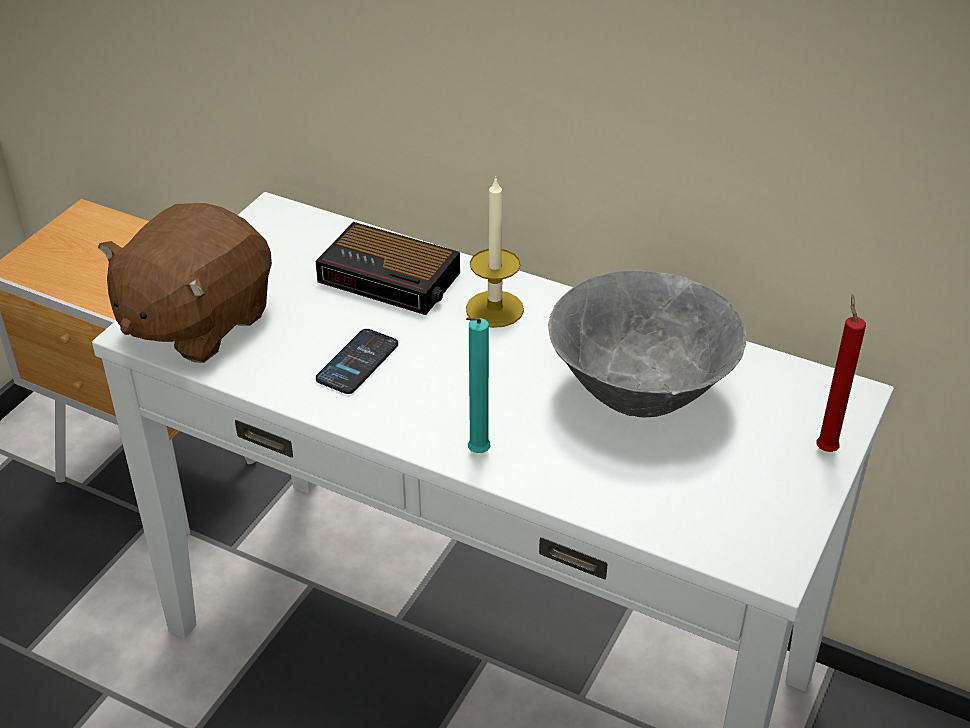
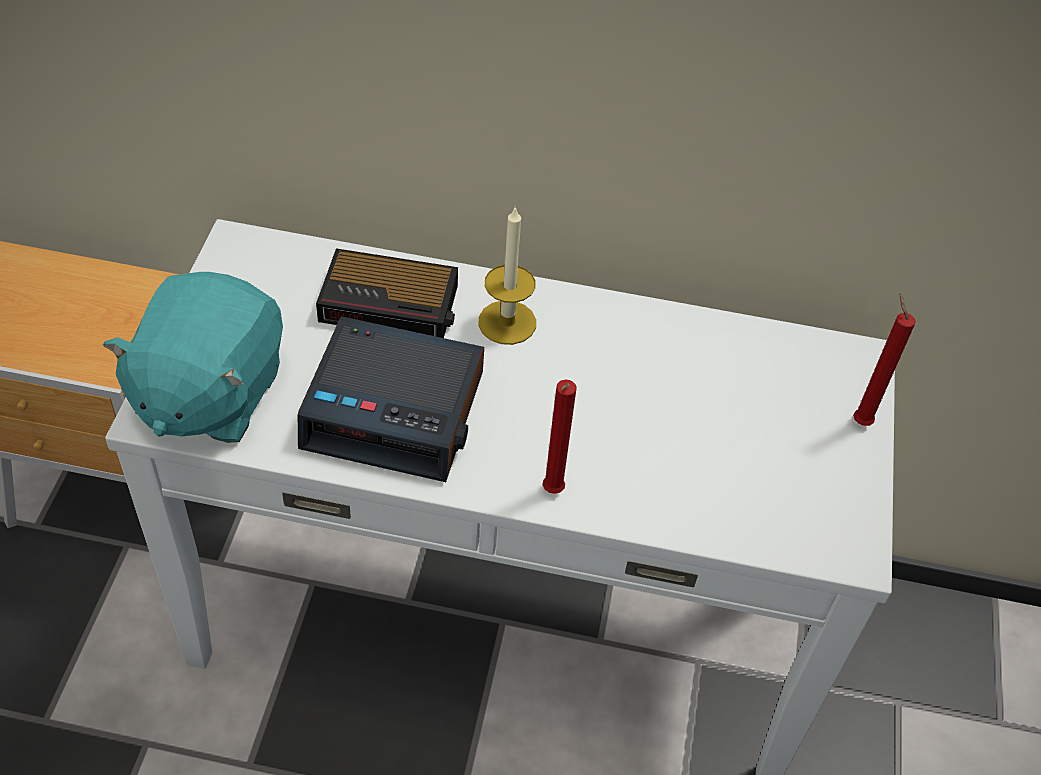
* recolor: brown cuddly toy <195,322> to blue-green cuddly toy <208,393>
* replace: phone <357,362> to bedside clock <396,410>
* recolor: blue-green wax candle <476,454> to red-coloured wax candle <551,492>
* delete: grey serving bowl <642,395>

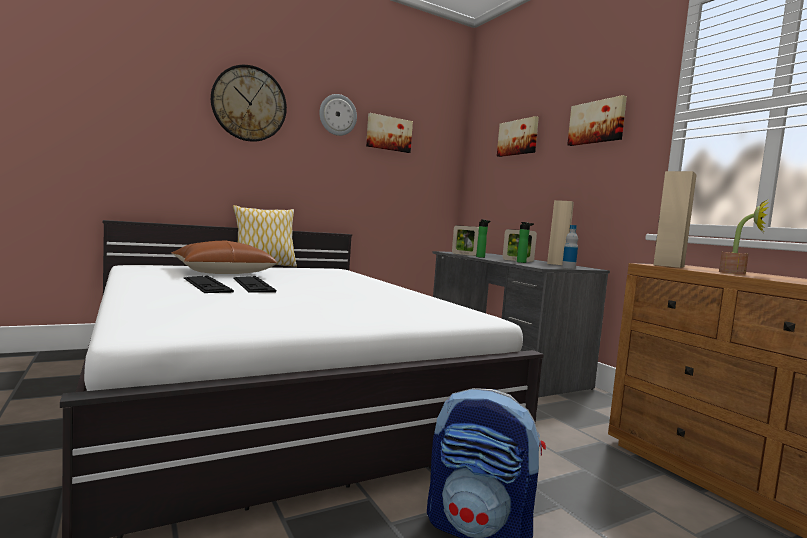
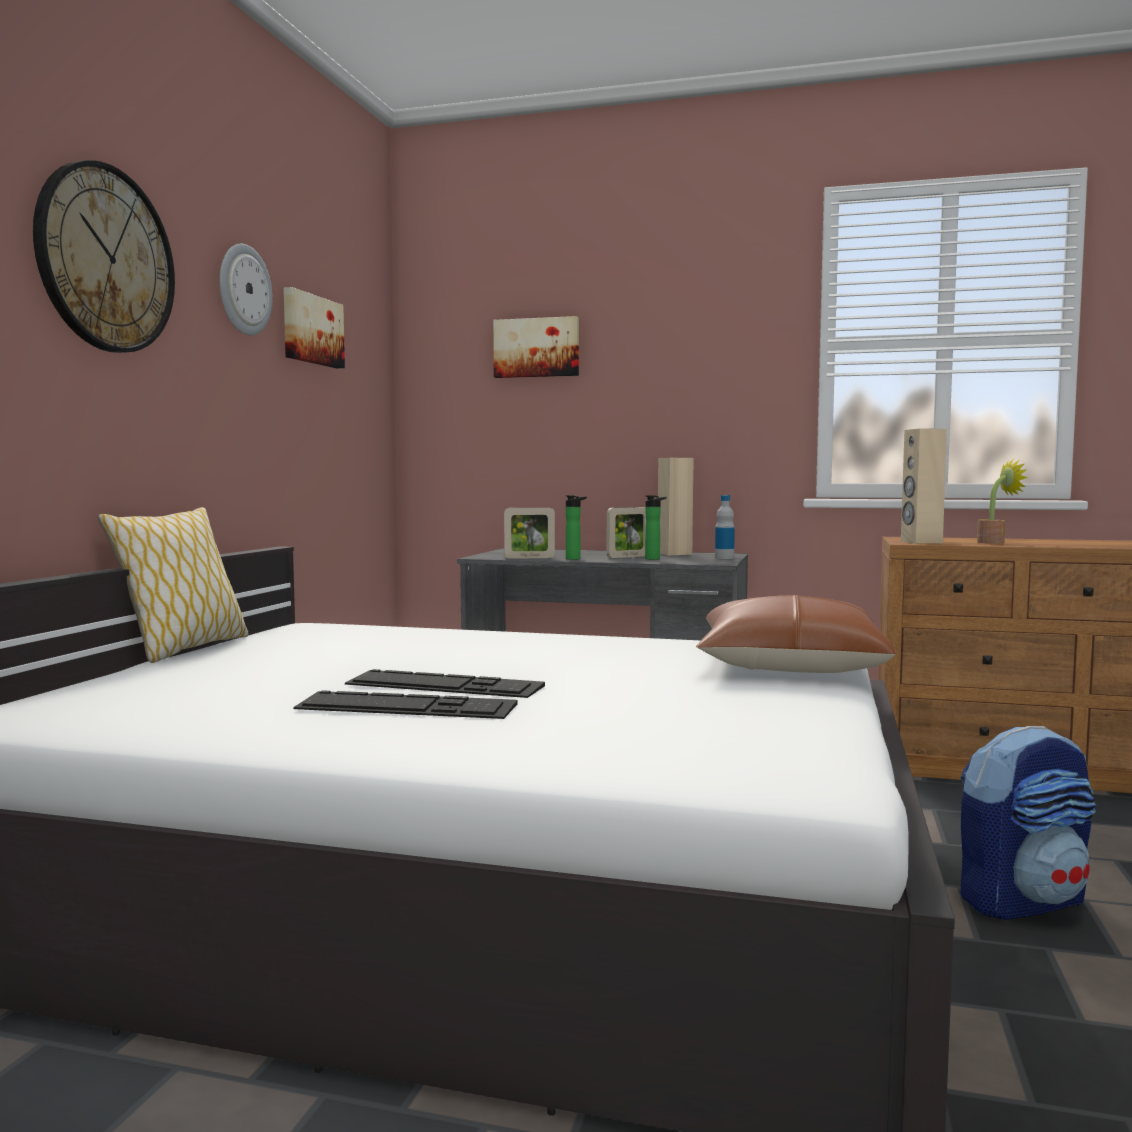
* move: brown cushion <222,272> to <789,665>
* delete: wall art <597,122>

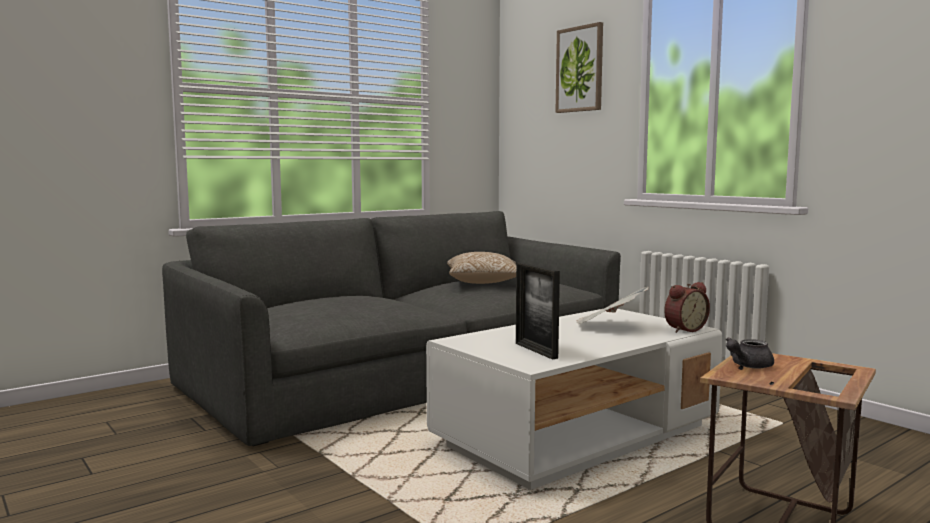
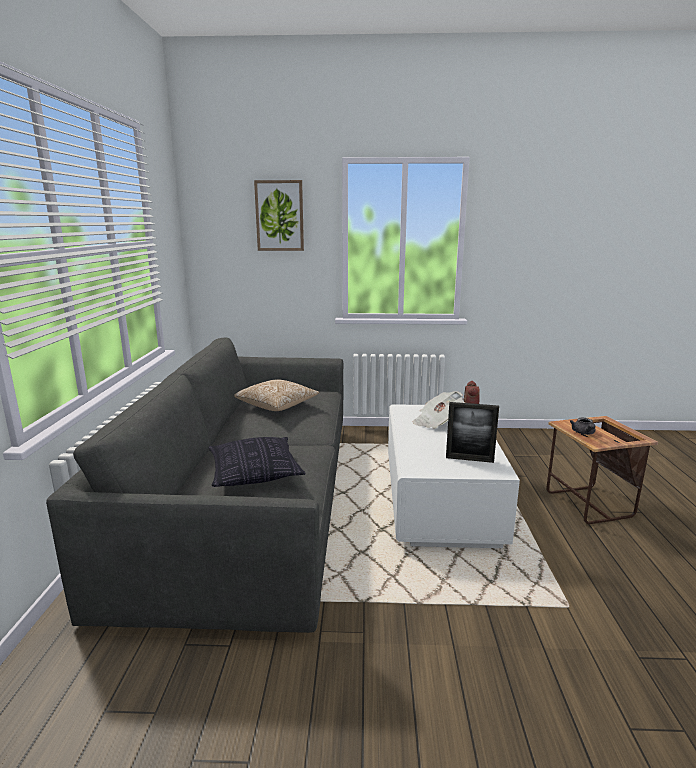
* insert: cushion <254,474>

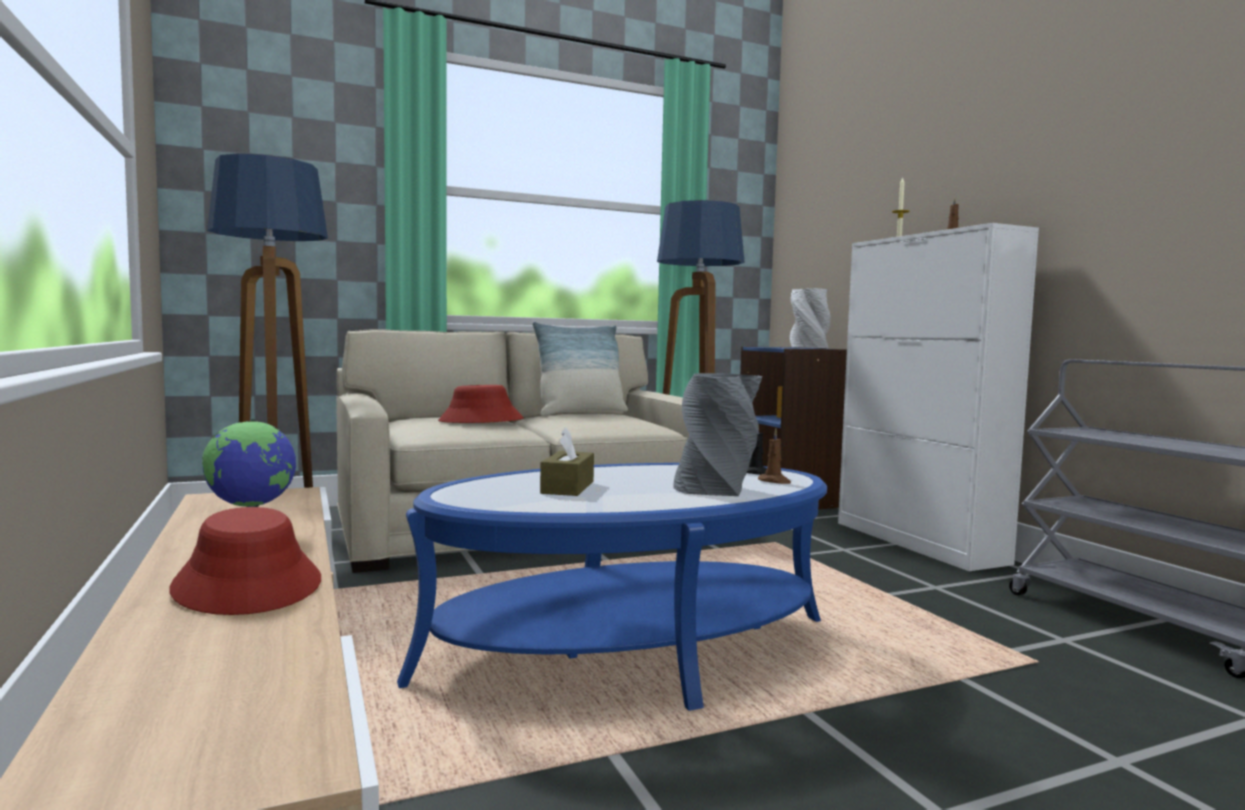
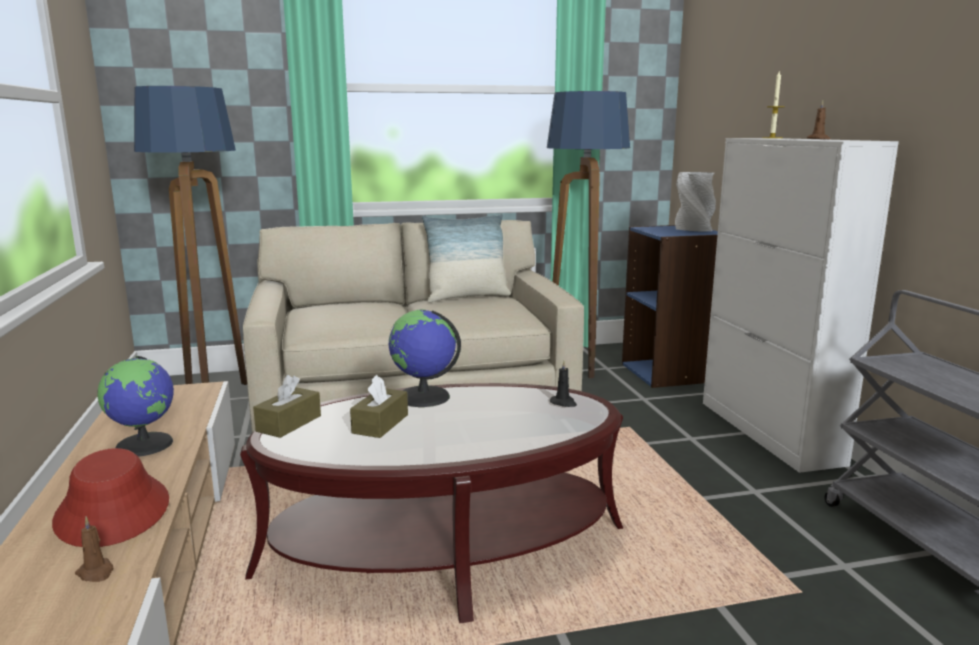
* recolor: blue-coloured coffee table <631,649> to brown coffee table <444,550>
* delete: red-coloured hat <480,421>
* delete: grey flower vase <716,489>
* move: brown wax candle <775,481> to <96,572>
* insert: brown tissue box <289,423>
* insert: world globe <423,397>

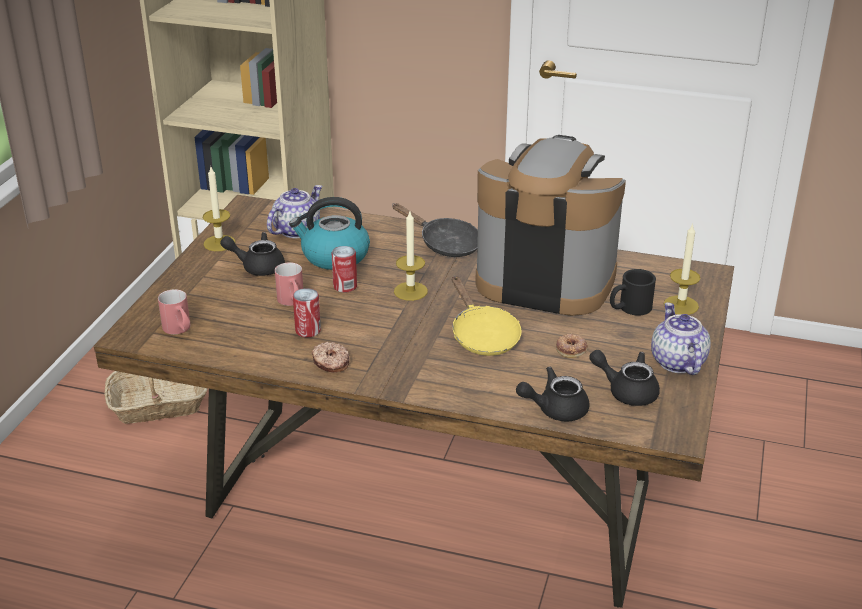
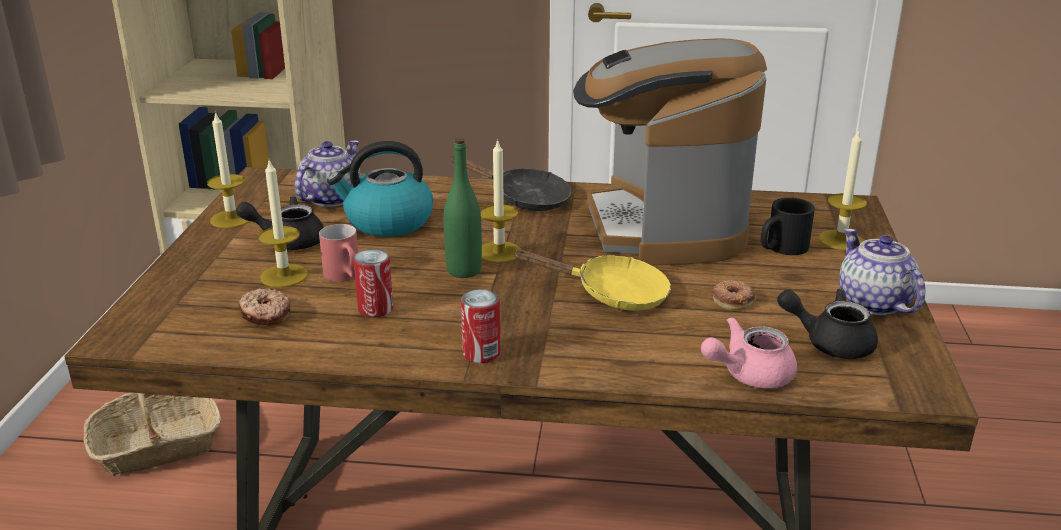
* delete: red-coloured tea mug <179,330>
* move: ring doughnut <330,363> to <265,315>
* move: can <345,286> to <481,353>
* rotate: yellow-coloured skillet <482,335> = <612,294> 45 degrees counterclockwise
* rotate: coffee brewer <544,280> = <663,227> 105 degrees counterclockwise
* recolor: black-coloured pot for tea <555,409> to pinkish pot for tea <748,375>
* insert: wax candle <284,276>
* insert: greenish beverage bottle <464,270>

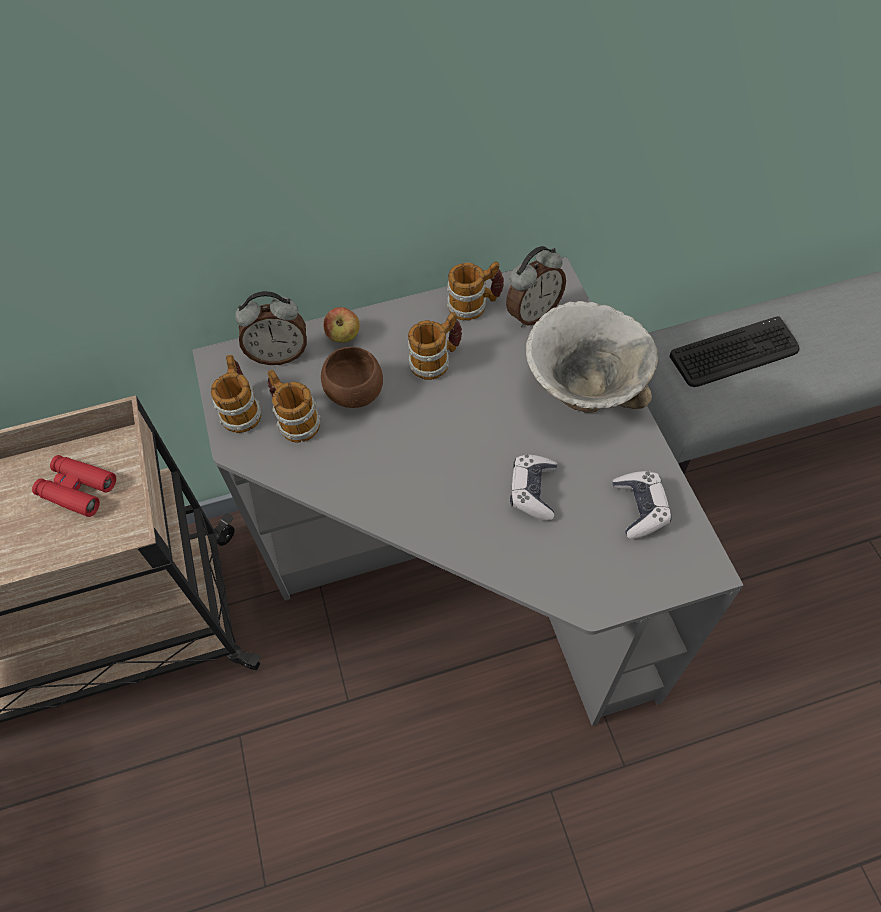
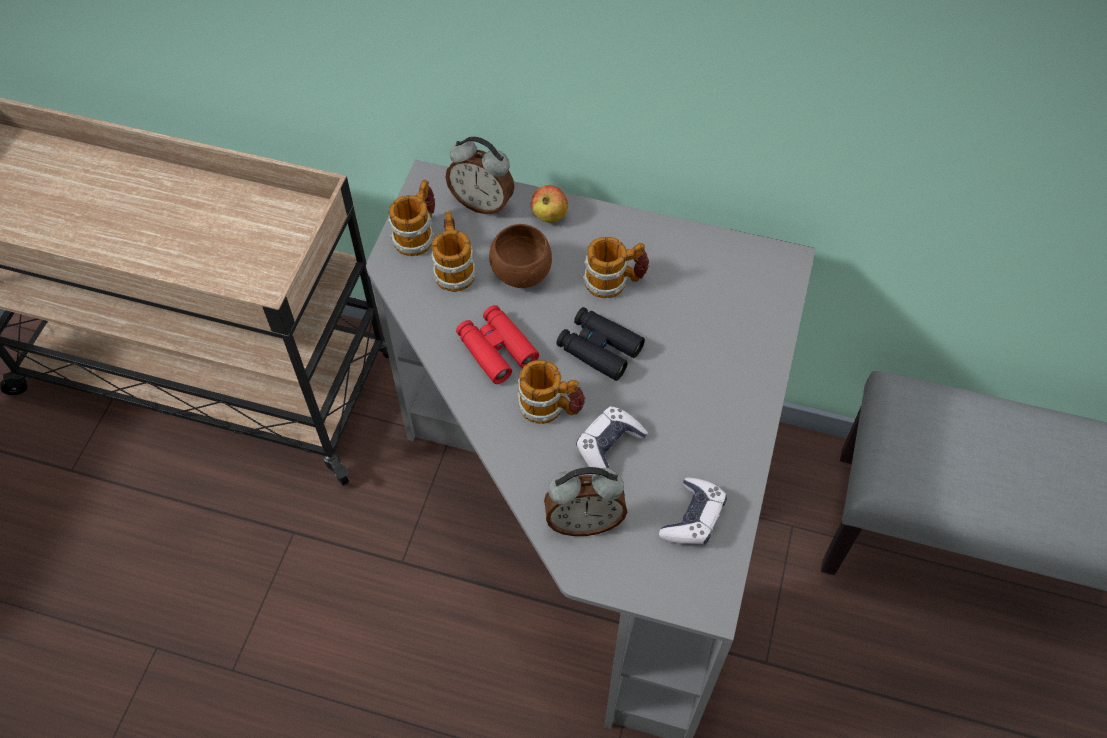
* move: red-coloured pair of binoculars <77,489> to <496,349>
* move: tea mug <475,305> to <550,408>
* move: bedside clock <532,313> to <584,521>
* delete: serving bowl <585,391>
* delete: computer keyboard <734,353>
* insert: black-coloured pair of binoculars <599,348>

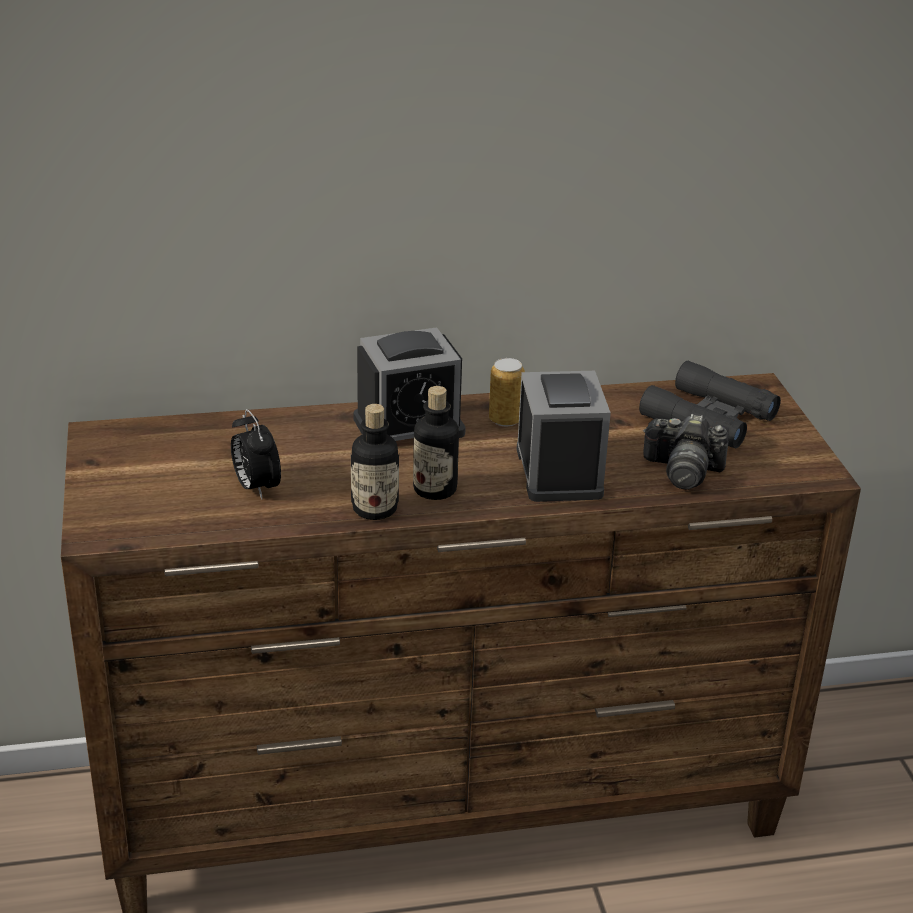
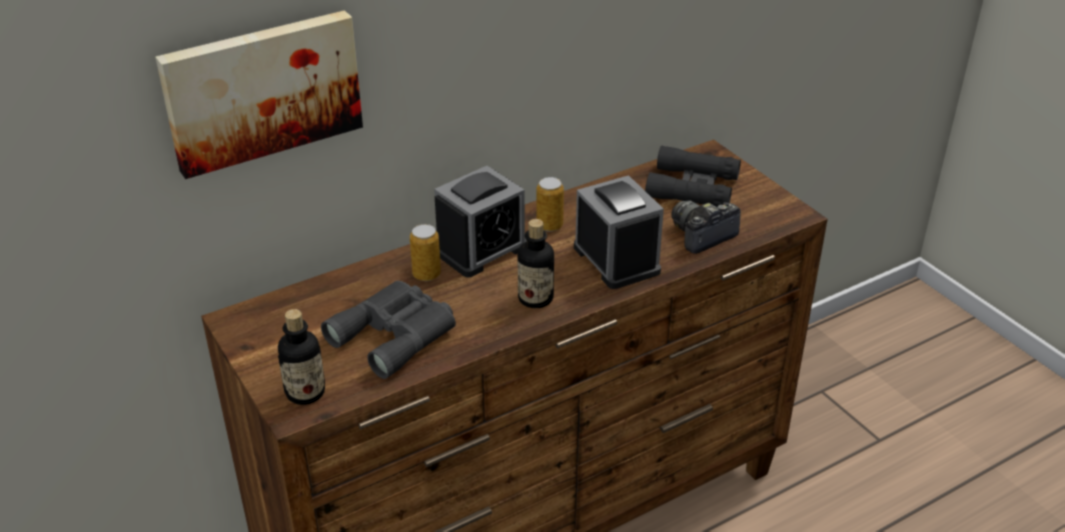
* replace: bedside clock <256,487> to grey pair of binoculars <397,334>
* move: beverage bottle <374,509> to <305,392>
* rotate: still camera <683,471> = <702,236> 150 degrees clockwise
* insert: wall art <262,90>
* insert: can <426,274>

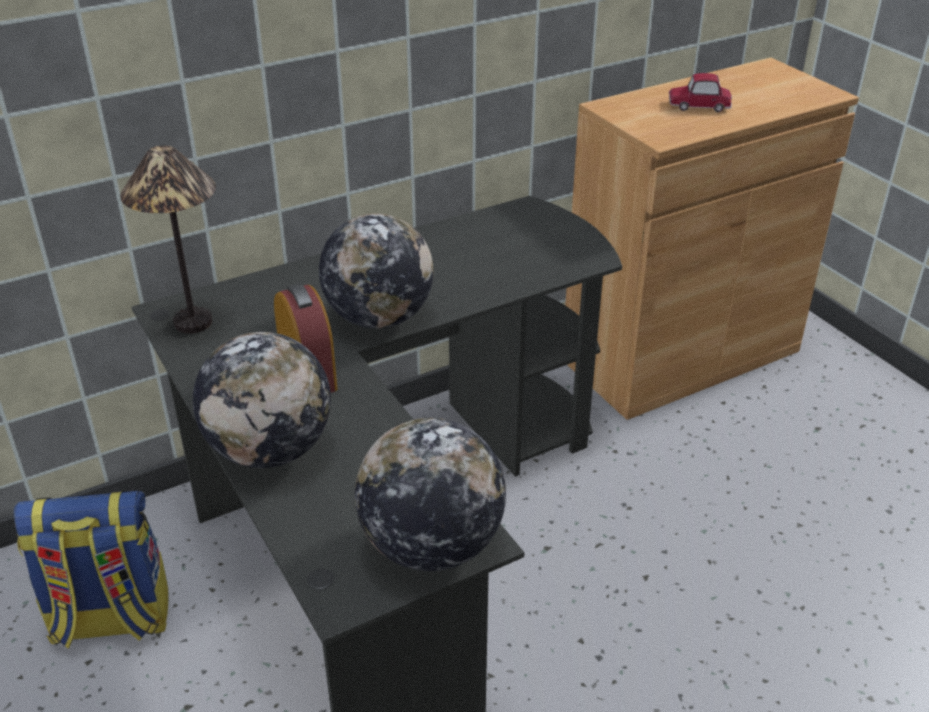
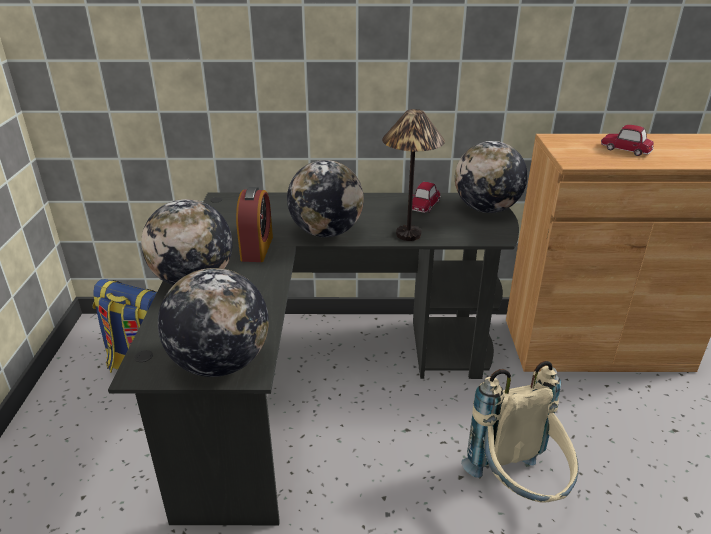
* move: lamp for a table <192,323> to <408,235>
* insert: miniature car <424,205>
* insert: world globe <486,209>
* insert: beige rucksack <518,488>

